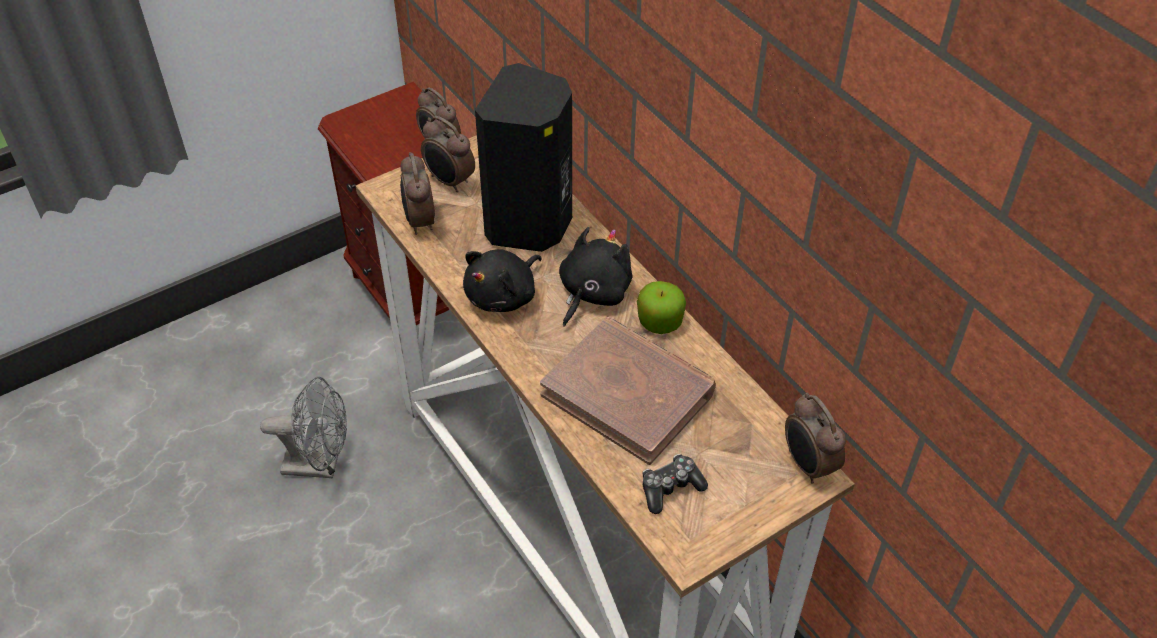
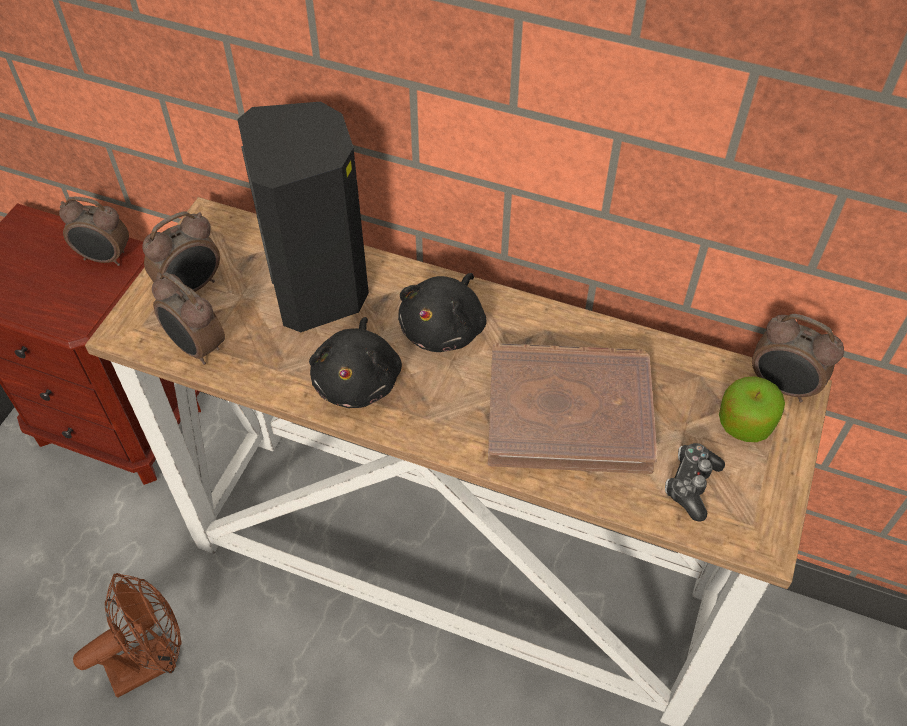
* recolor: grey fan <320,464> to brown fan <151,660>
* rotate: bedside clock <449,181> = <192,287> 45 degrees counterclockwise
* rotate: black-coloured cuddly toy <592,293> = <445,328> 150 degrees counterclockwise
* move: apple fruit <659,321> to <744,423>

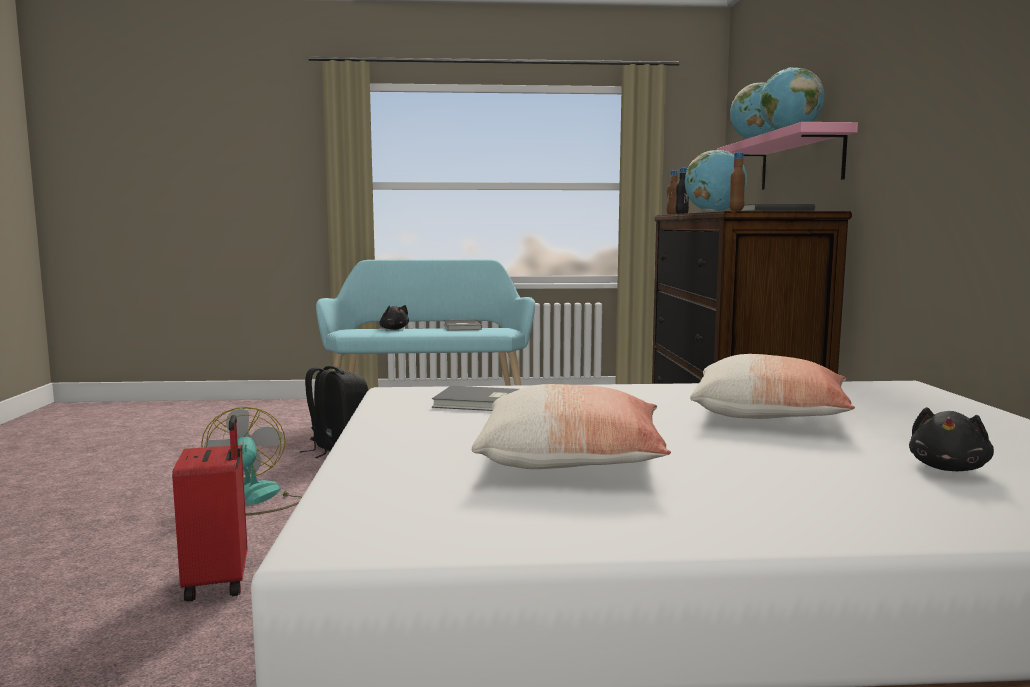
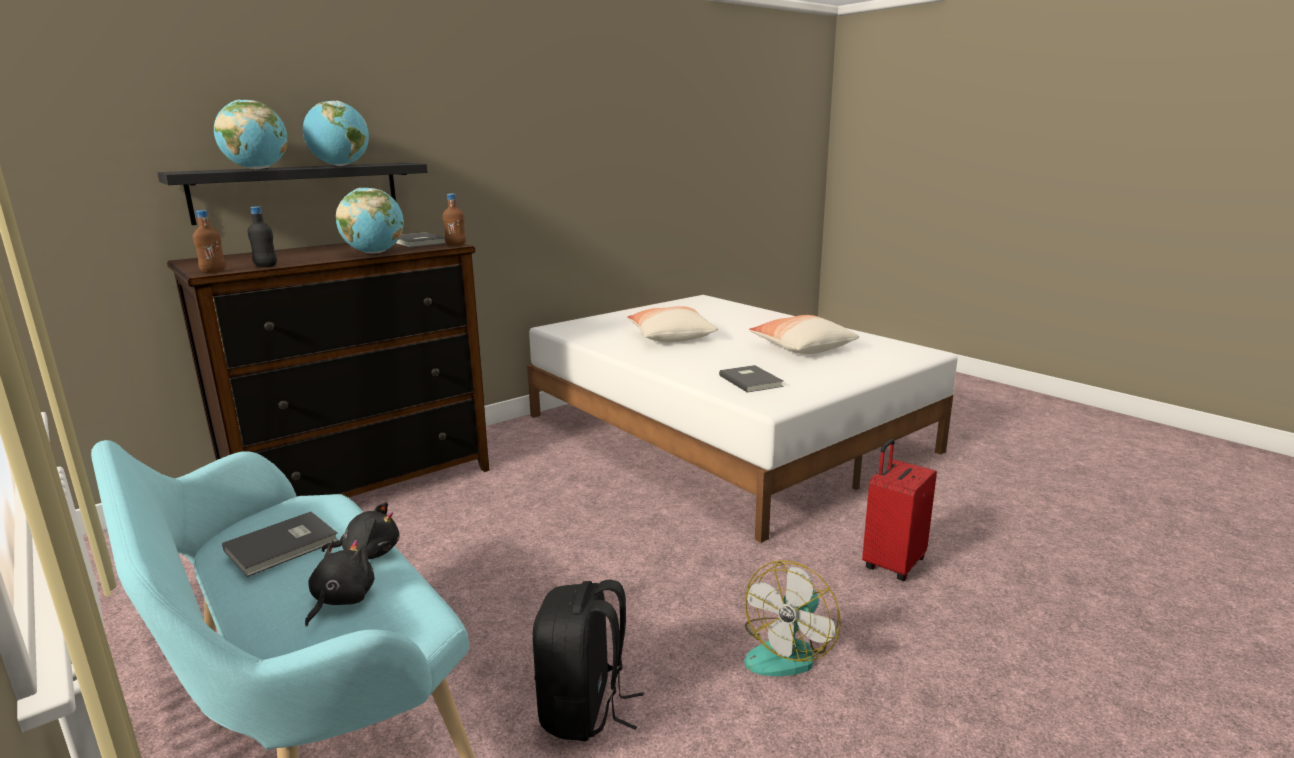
* recolor: pinkish shelf <800,161> to black-coloured shelf <297,192>
* move: black-coloured cuddly toy <948,468> to <368,553>

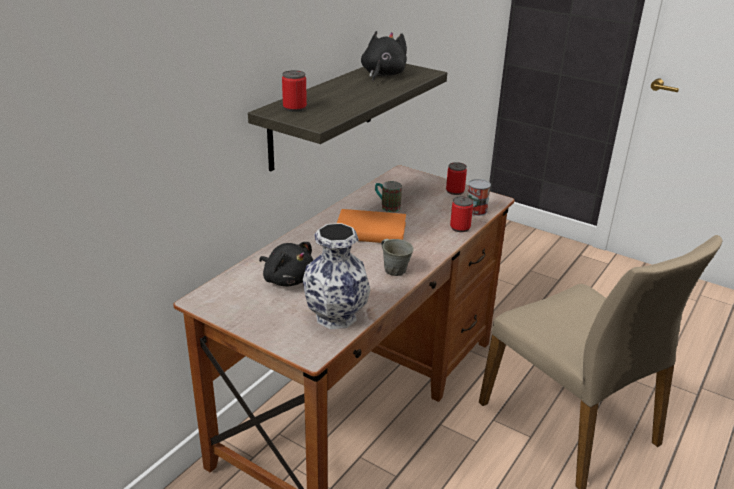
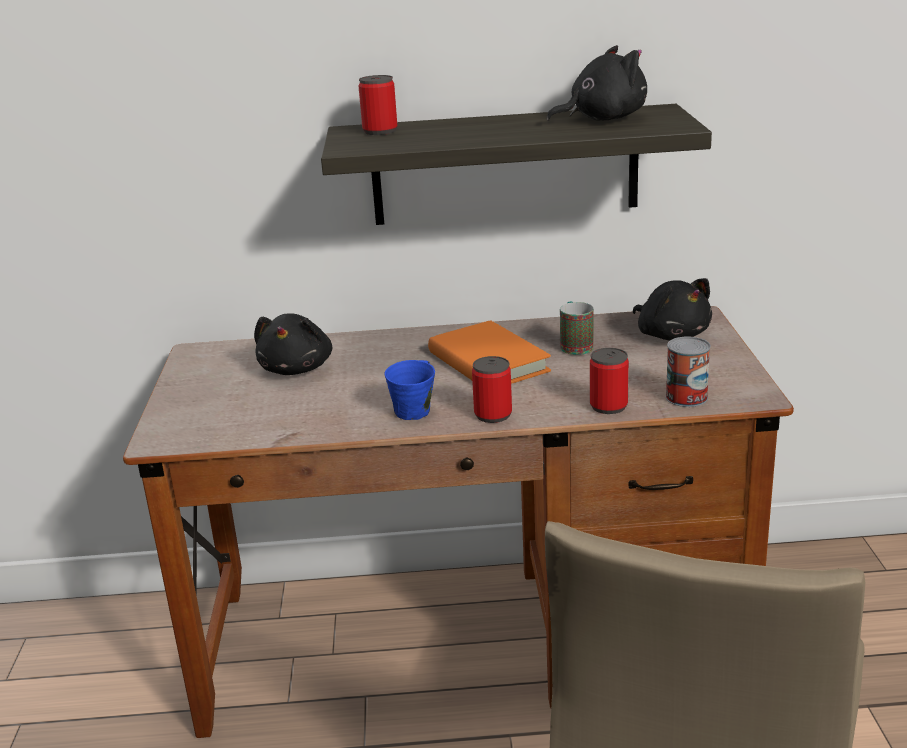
* delete: flower vase <335,317>
* recolor: grey tea mug <394,269> to blue-coloured tea mug <414,411>
* move: can <455,191> to <493,415>
* insert: black-coloured cuddly toy <671,335>

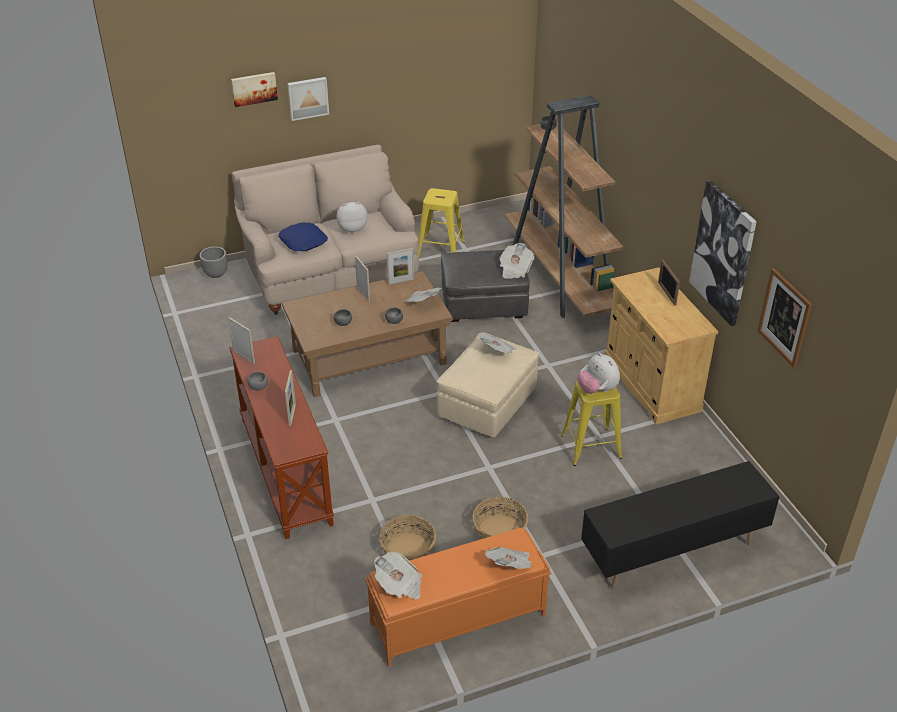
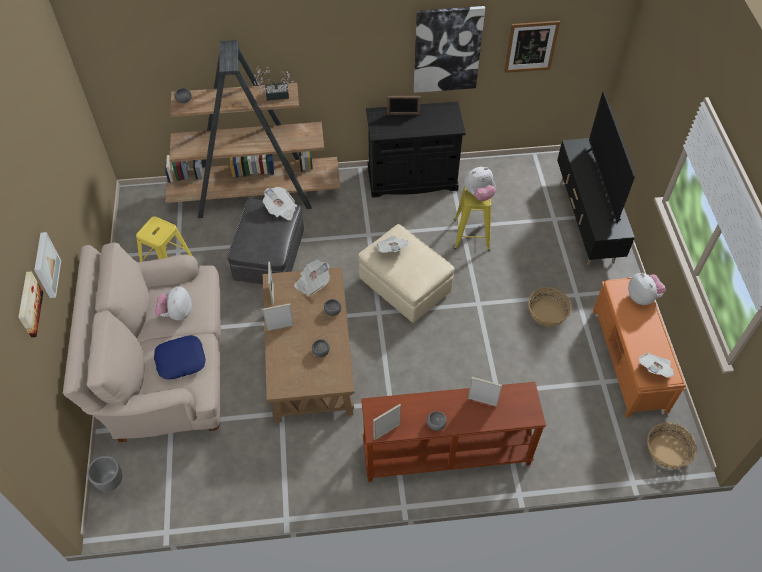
* move: storage basket <407,549> to <667,451>
* replace: daily paper <510,566> to cuddly toy <642,297>
* recolor: beige storage cabinet <651,384> to black-coloured storage cabinet <412,179>
* insert: houseplant <274,94>
* insert: TV set <602,184>

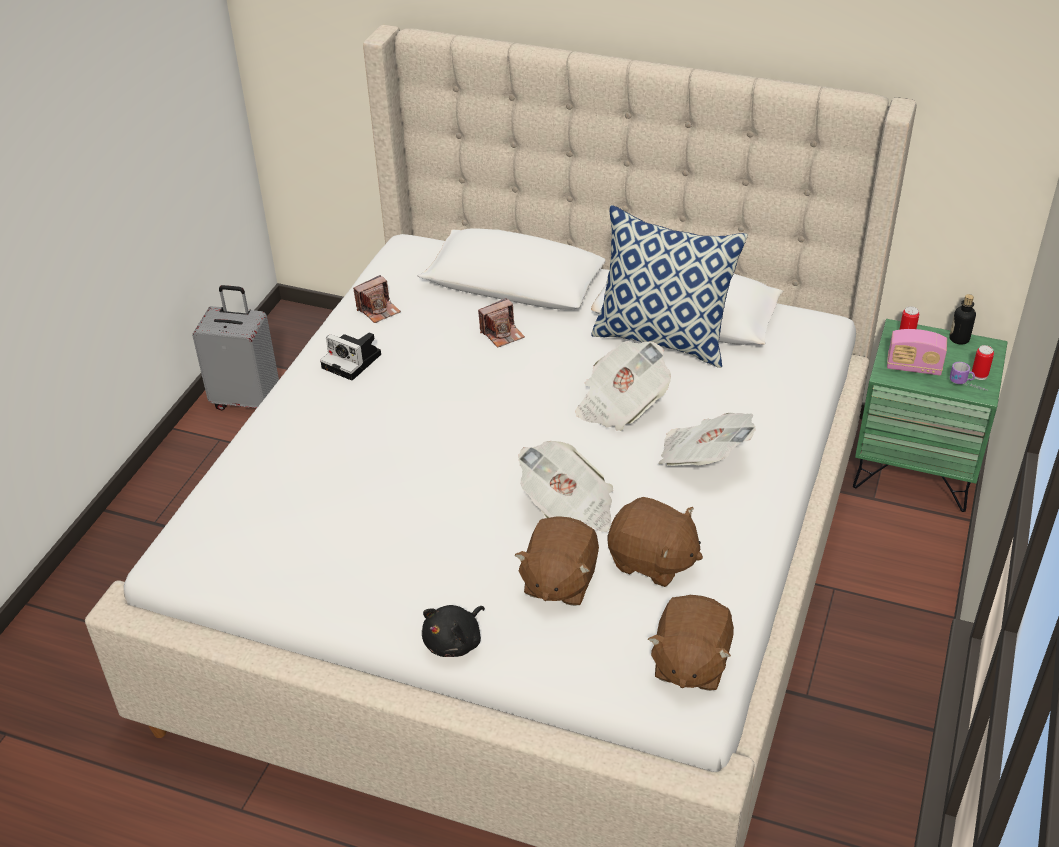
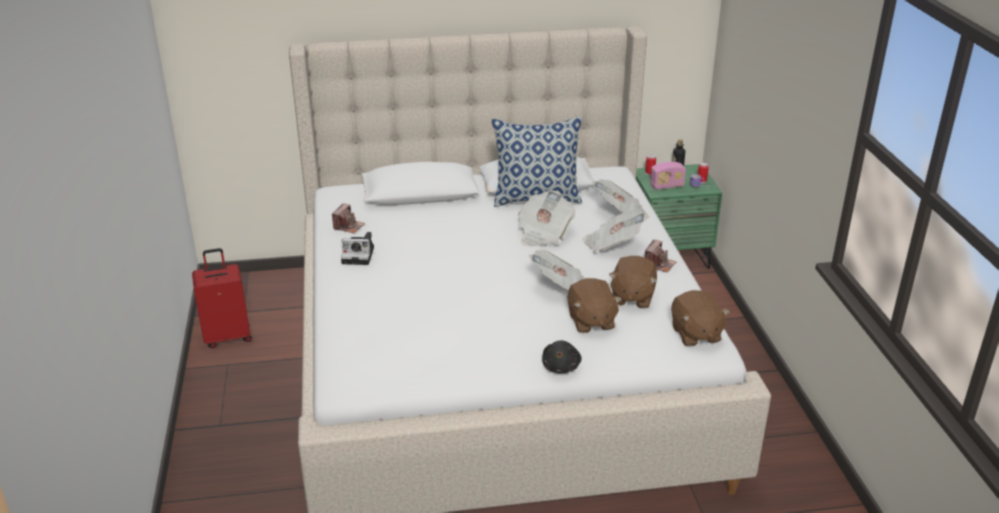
* recolor: grey suitcase <247,399> to red-coloured suitcase <227,336>
* move: still camera <502,334> to <659,264>
* rotate: brown cuddly toy <652,561> = <632,297> 105 degrees clockwise
* insert: daily paper <620,212>

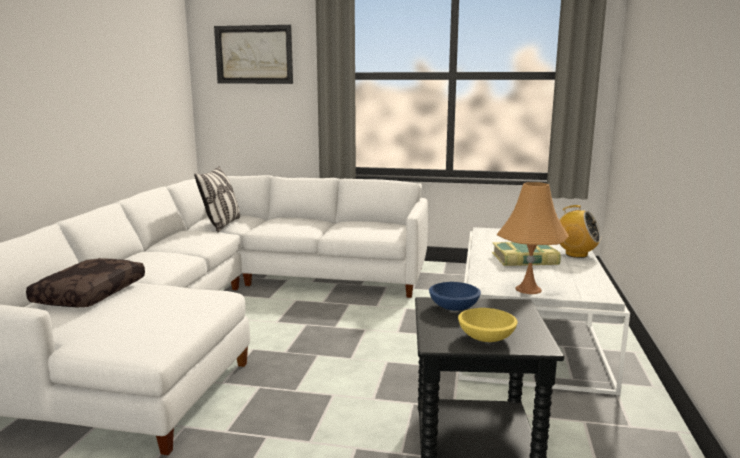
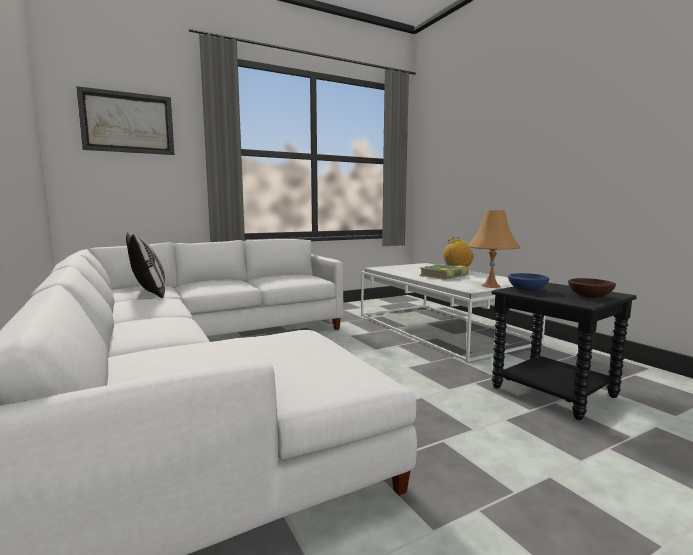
* delete: brown cushion <90,293>
* recolor: yellow-coloured serving bowl <485,338> to brown serving bowl <590,296>

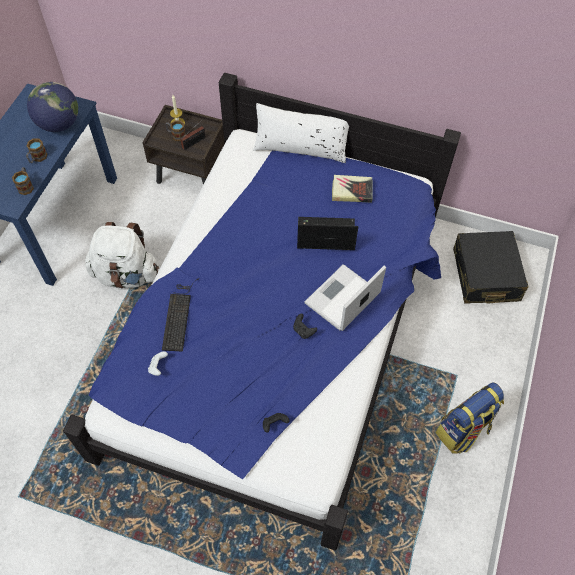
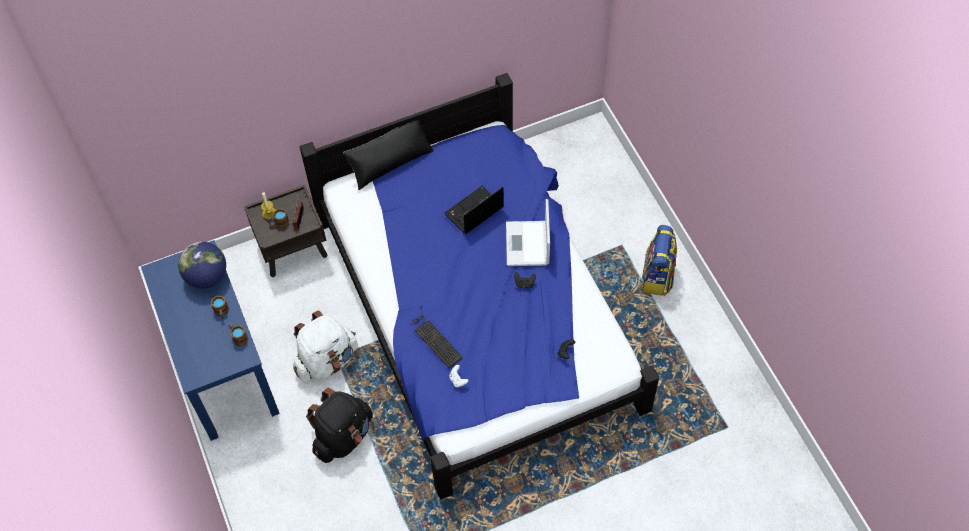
* recolor: whitish cushion <301,147> to black-coloured cushion <390,163>
* delete: volume <351,191>
* delete: black-coloured suitcase <485,275>
* insert: black-coloured rucksack <343,436>

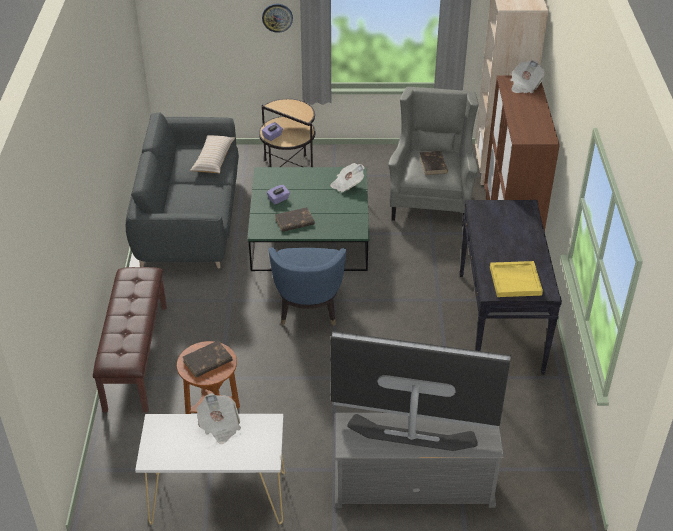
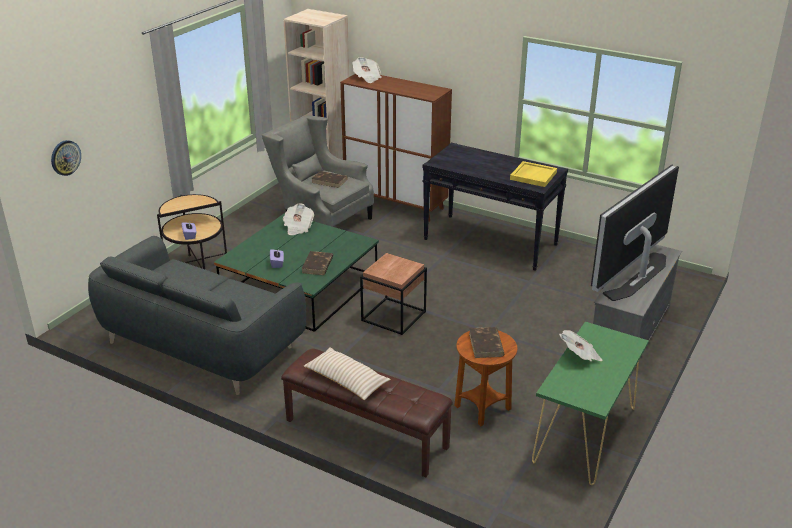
* recolor: whitish console table <217,498> to greenish console table <584,435>
* move: beige cushion <213,160> to <346,380>
* move: hanging clock <277,17> to <65,157>
* replace: blue-coloured armchair <309,308> to brown side table <394,317>

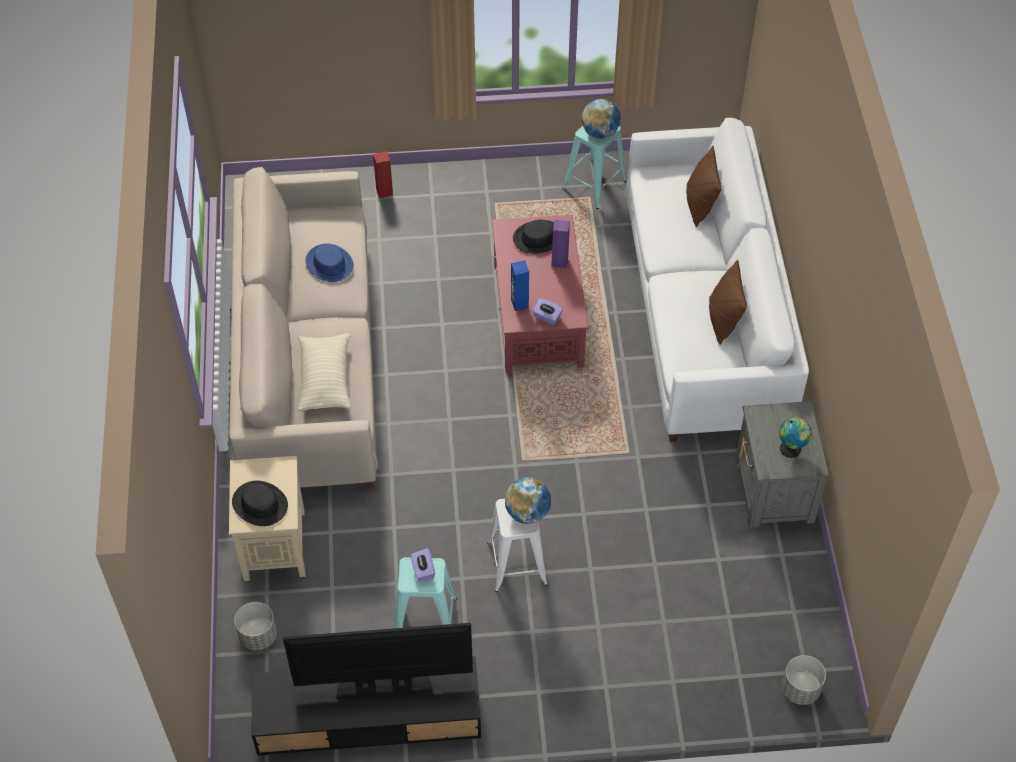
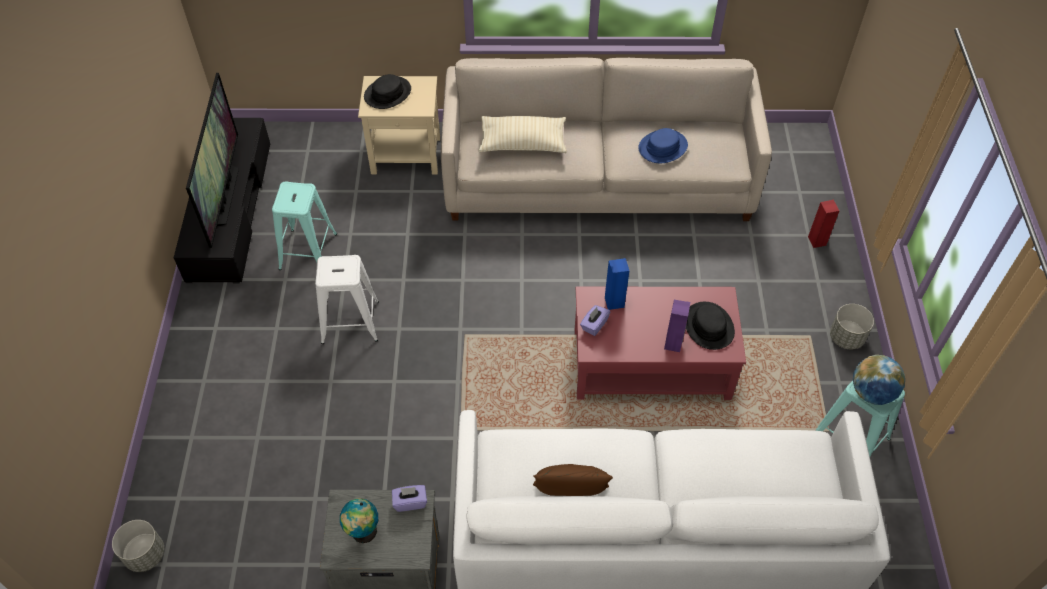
* move: grey plant pot <258,636> to <846,337>
* move: purple-coloured tissue box <423,570> to <410,502>
* delete: world globe <527,512>
* delete: brown cushion <699,205>

